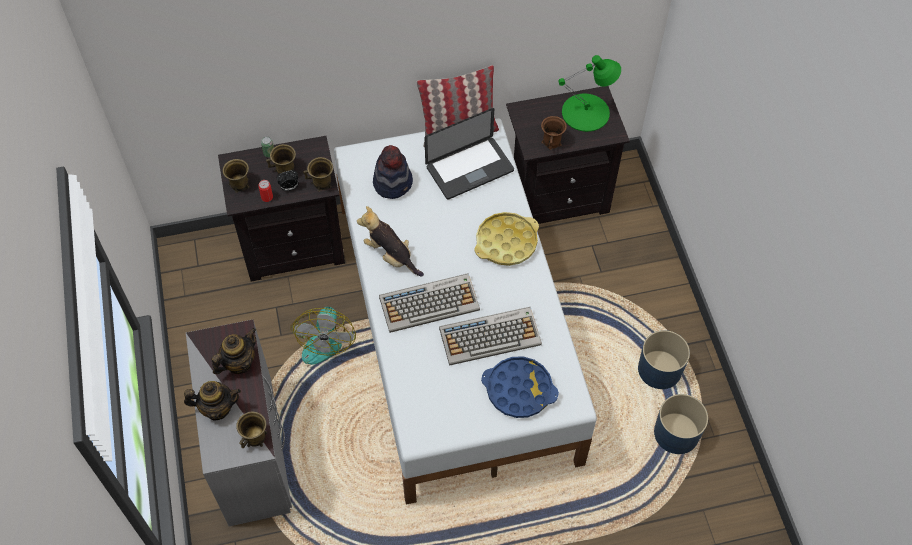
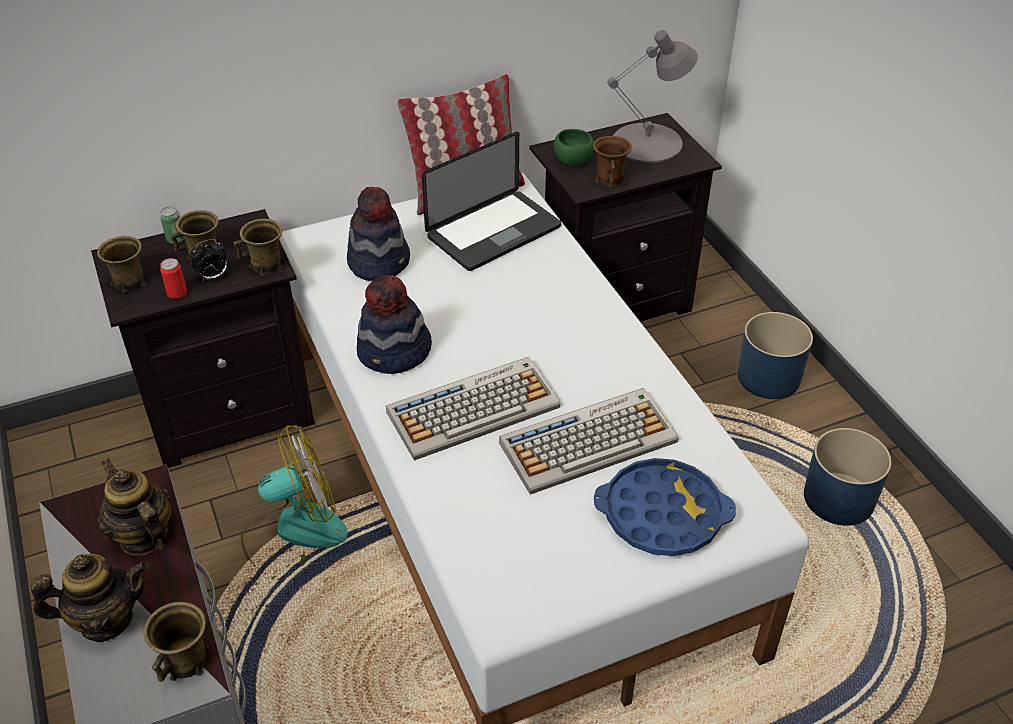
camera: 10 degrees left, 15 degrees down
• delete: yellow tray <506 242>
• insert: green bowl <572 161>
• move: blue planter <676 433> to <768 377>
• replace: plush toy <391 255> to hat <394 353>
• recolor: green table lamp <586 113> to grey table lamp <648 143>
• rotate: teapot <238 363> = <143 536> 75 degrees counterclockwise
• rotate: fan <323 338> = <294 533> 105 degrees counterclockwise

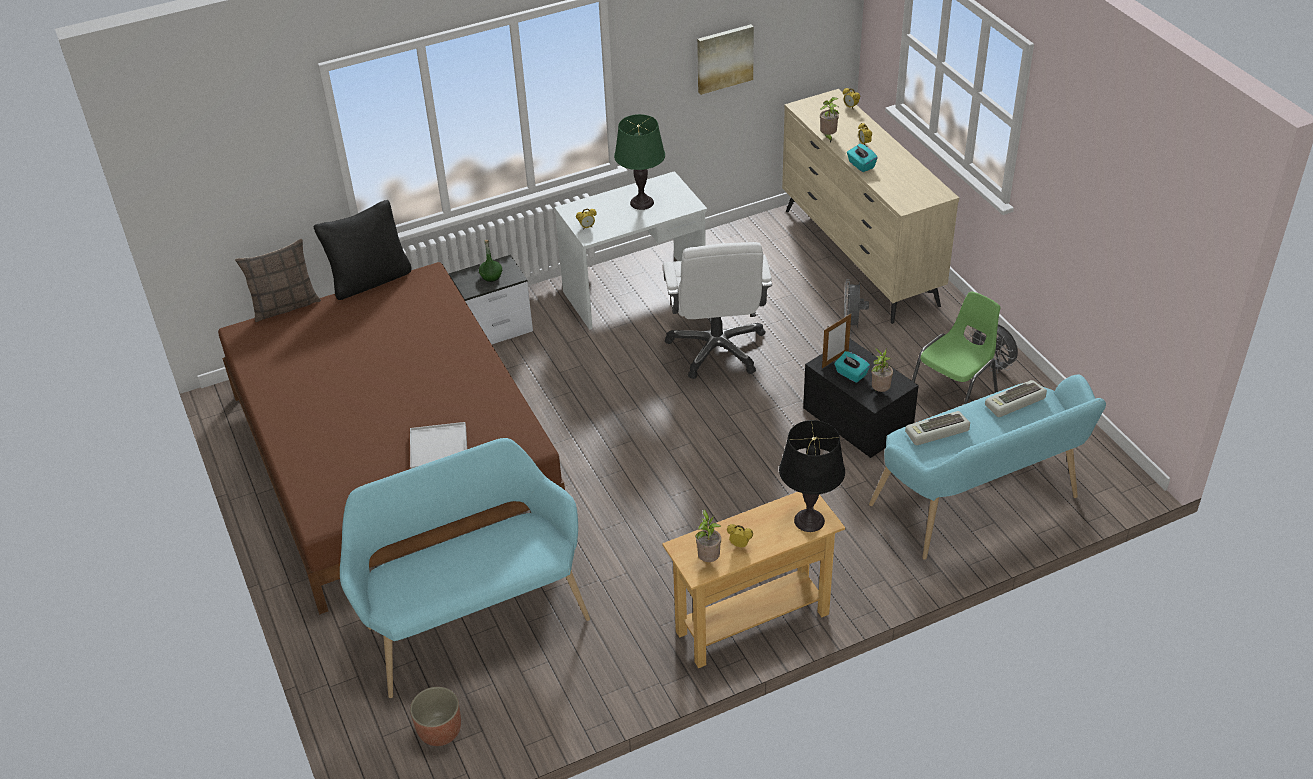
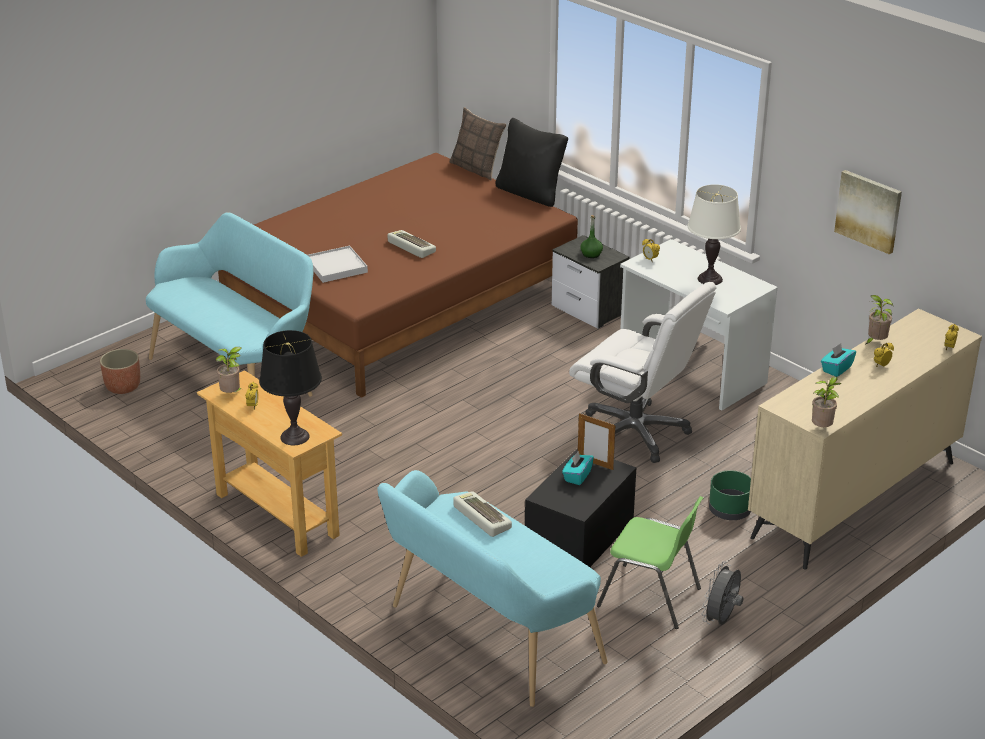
camera: 70 degrees right, 10 degrees down
• move: potted plant <879 390> to <822 428>
• move: keyboard <1015 403> to <410 247>
• replace: grey fan <852 325> to green planter <729 511>
• recolor: green table lamp <642 202> to white table lamp <710 279>
• rotate: white office chair <717 349> = <636 432> 120 degrees counterclockwise

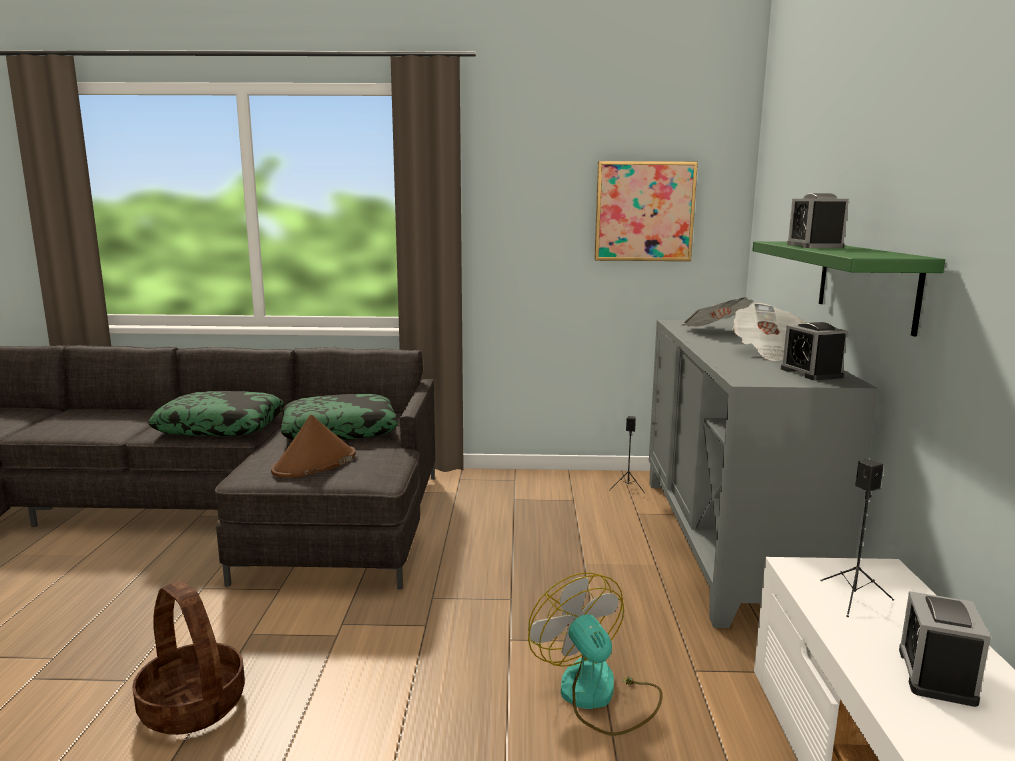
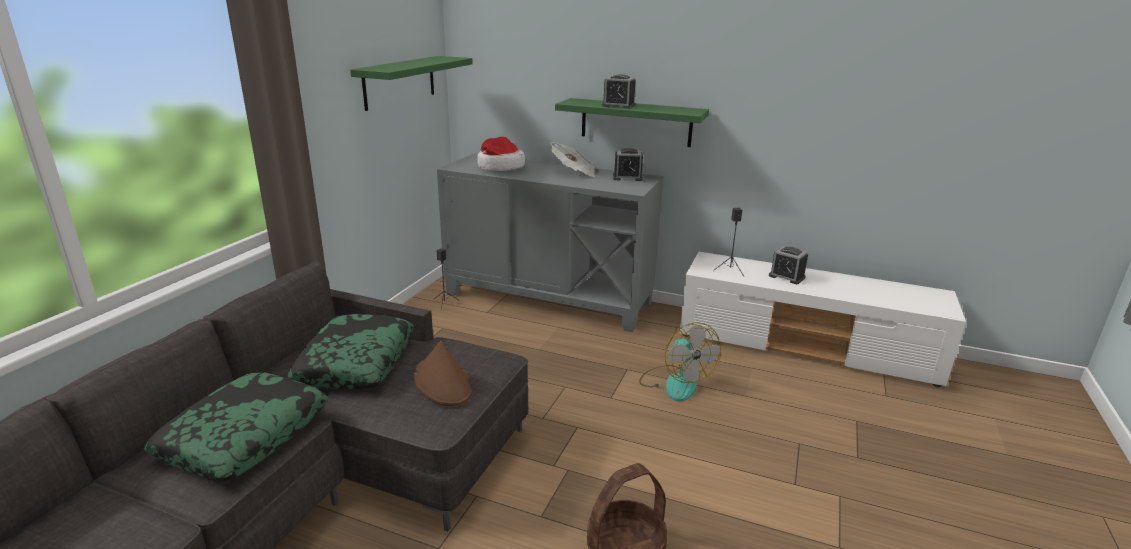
camera: 70 degrees left, 10 degrees up
• replace: picture <644 211> to green shelf <399 82>
• replace: newspaper <715 331> to hat <500 167>
• rotate: fan <598 695> = <675 382> 105 degrees counterclockwise

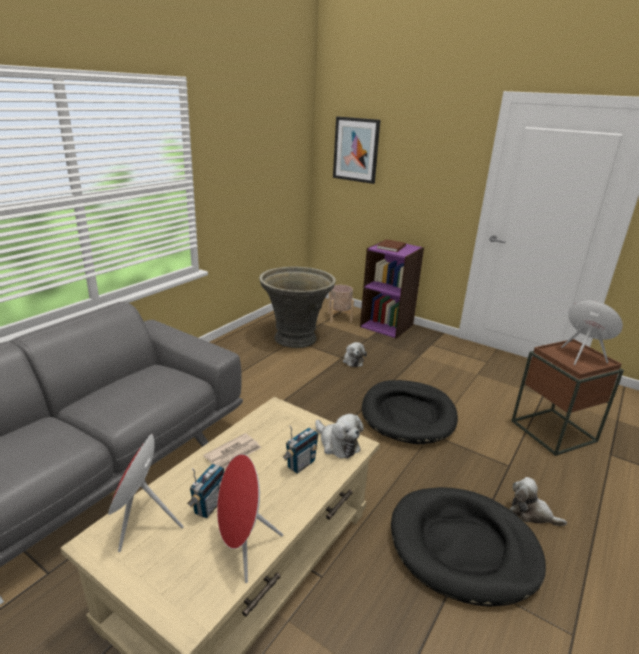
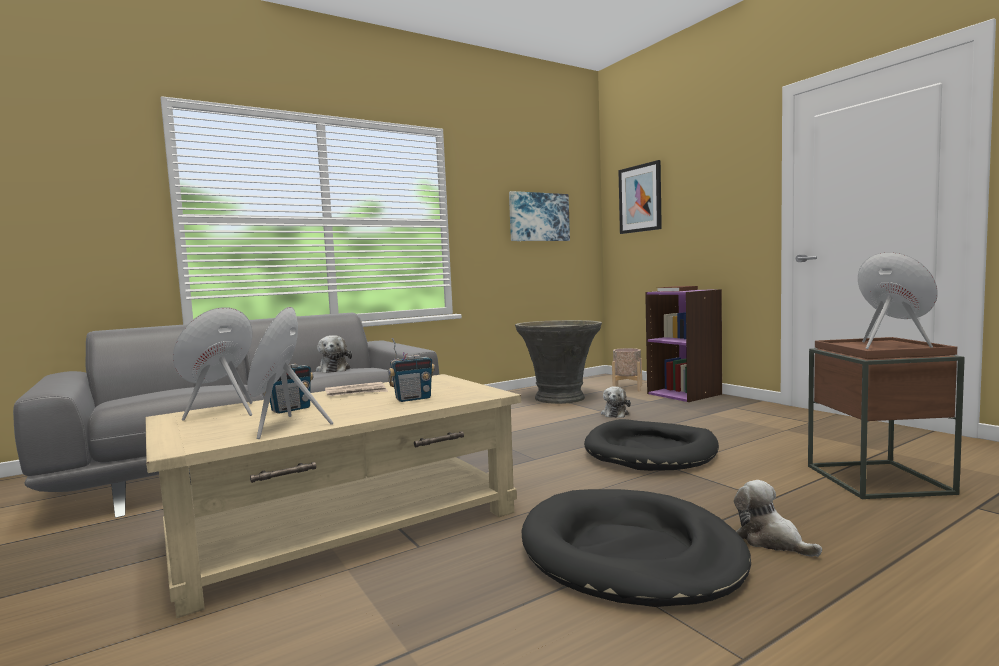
camera: 25 degrees right, 20 degrees down
• insert: picture <538 217>
• move: plush toy <337 444> to <333 370>

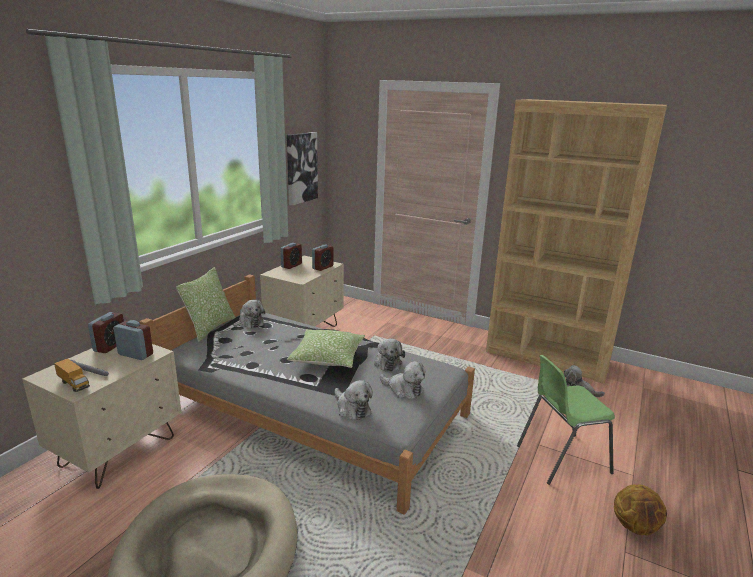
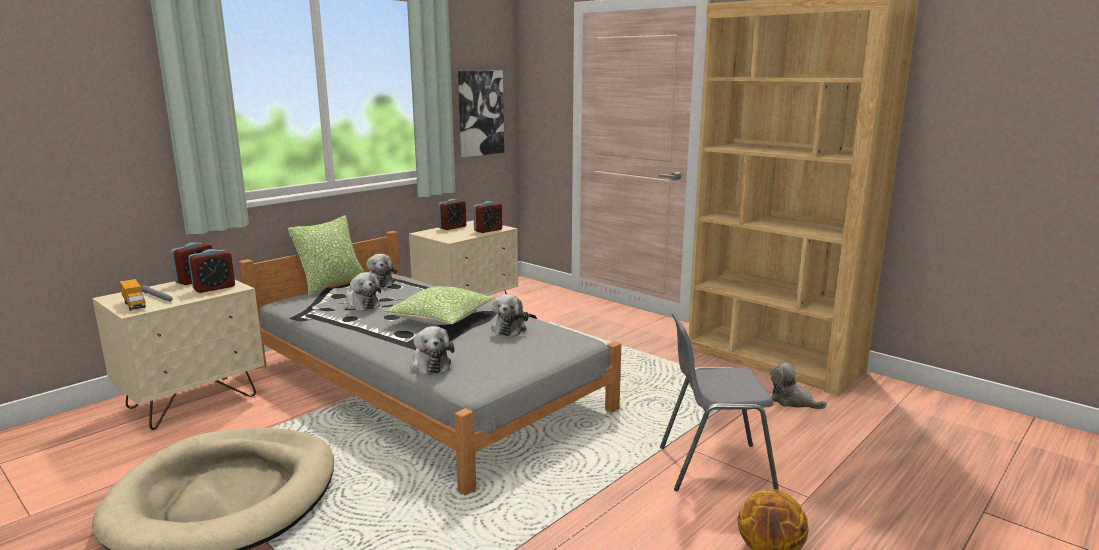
camera: 15 degrees right, 5 degrees down
• move: plush toy <403 389> to <361 304>
• recolor: green chair <561 458> to grey chair <714 467>
• rotate: alarm clock <135 354> = <214 288> 105 degrees clockwise

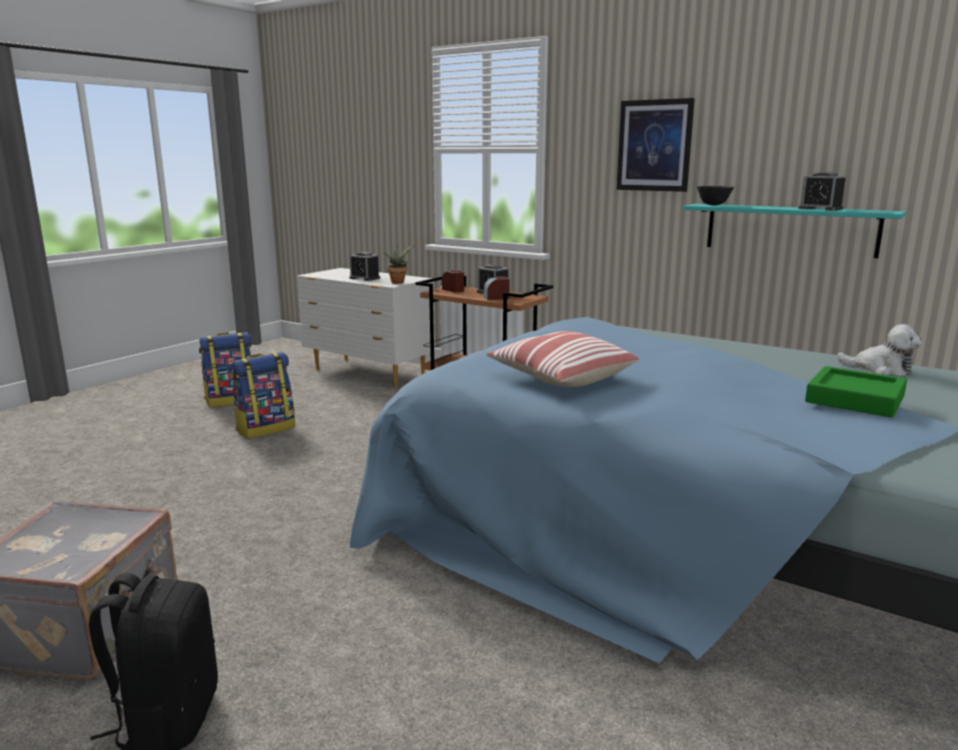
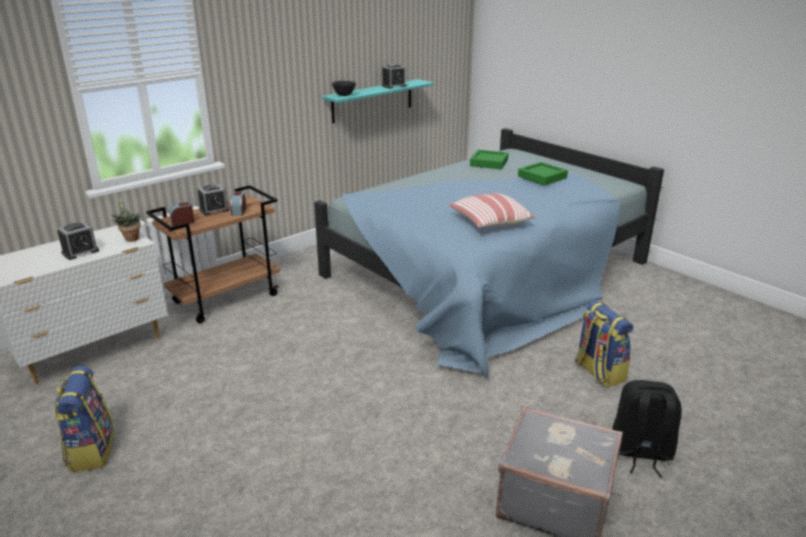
camera: 75 degrees left, 10 degrees up
• delete: picture <654 145>
• move: backpack <266 429> to <598 372>
• replace: plush toy <880 369> to green tray <489 163>

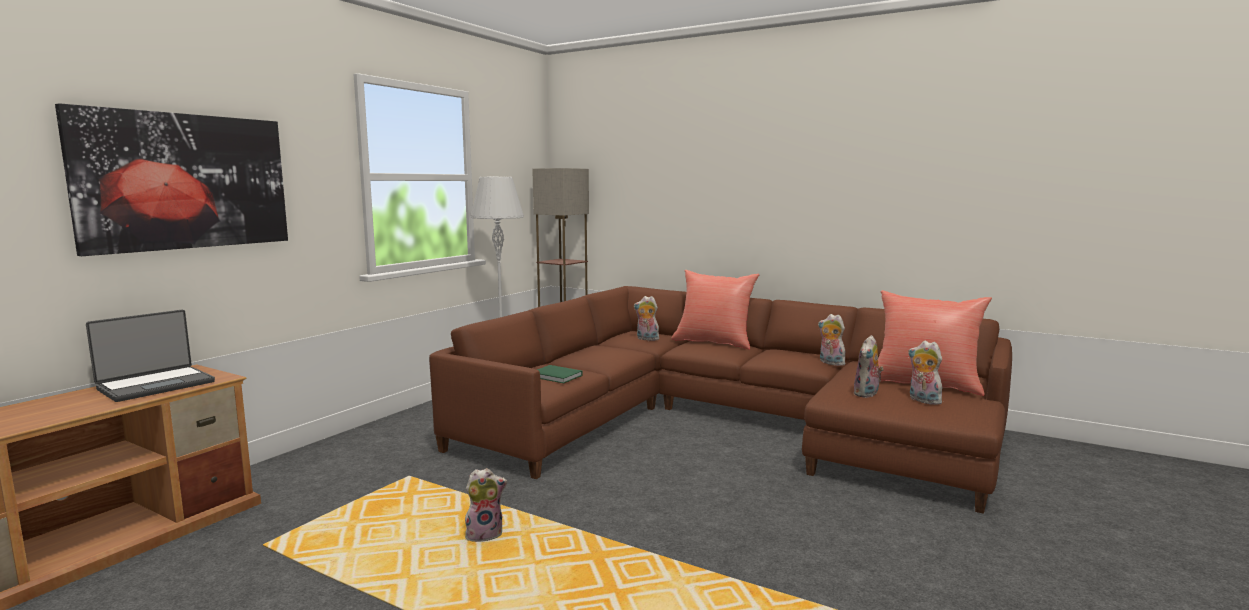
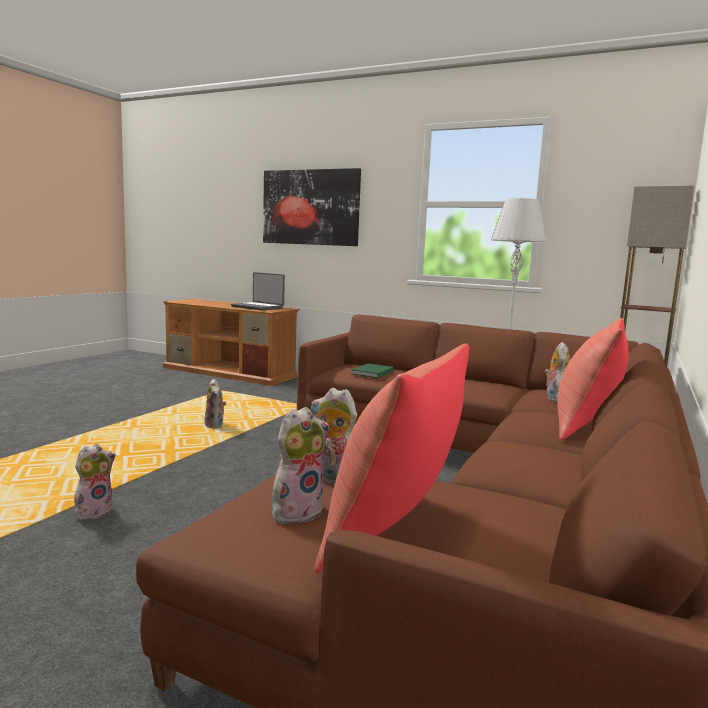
camera: 85 degrees right, 0 degrees up
• move: plush toy <830 363> to <94 511>

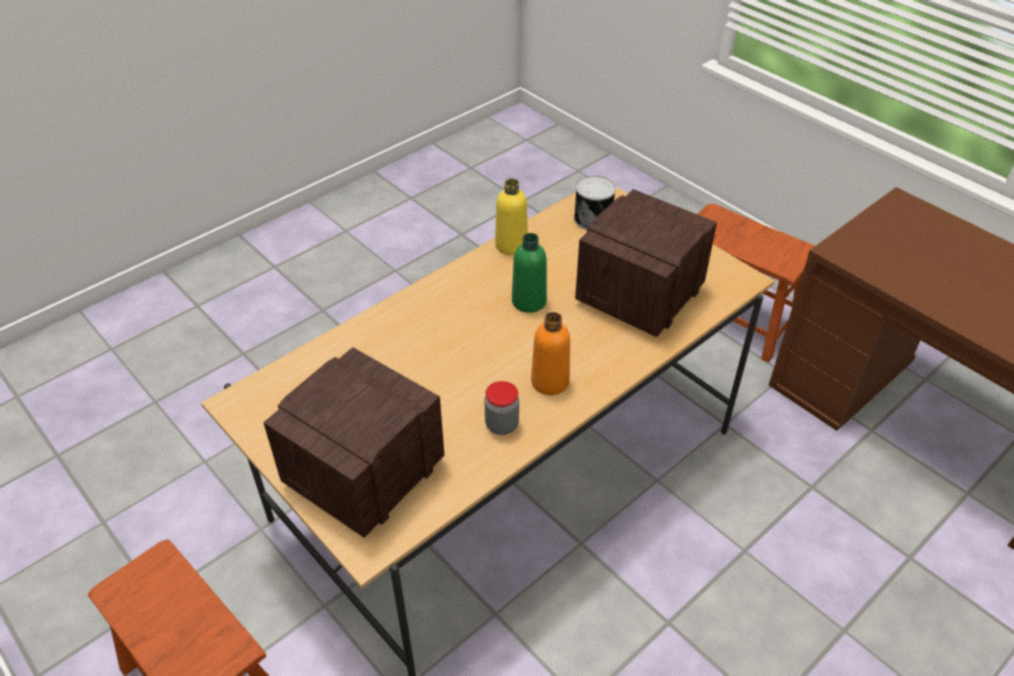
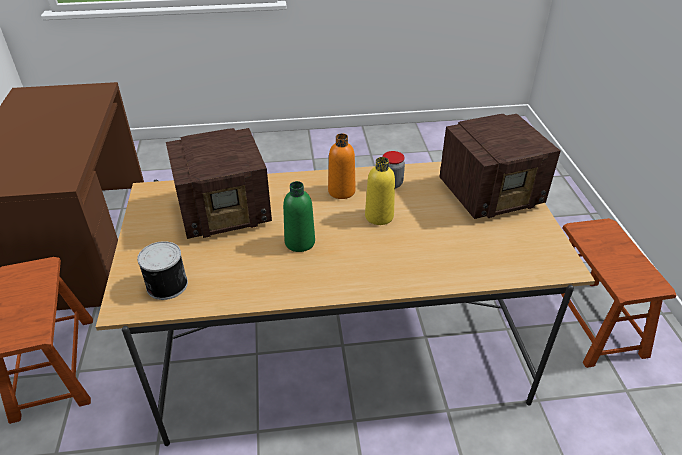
camera: 145 degrees left, 5 degrees down
• move: yellow bottle <511 245> to <379 216>

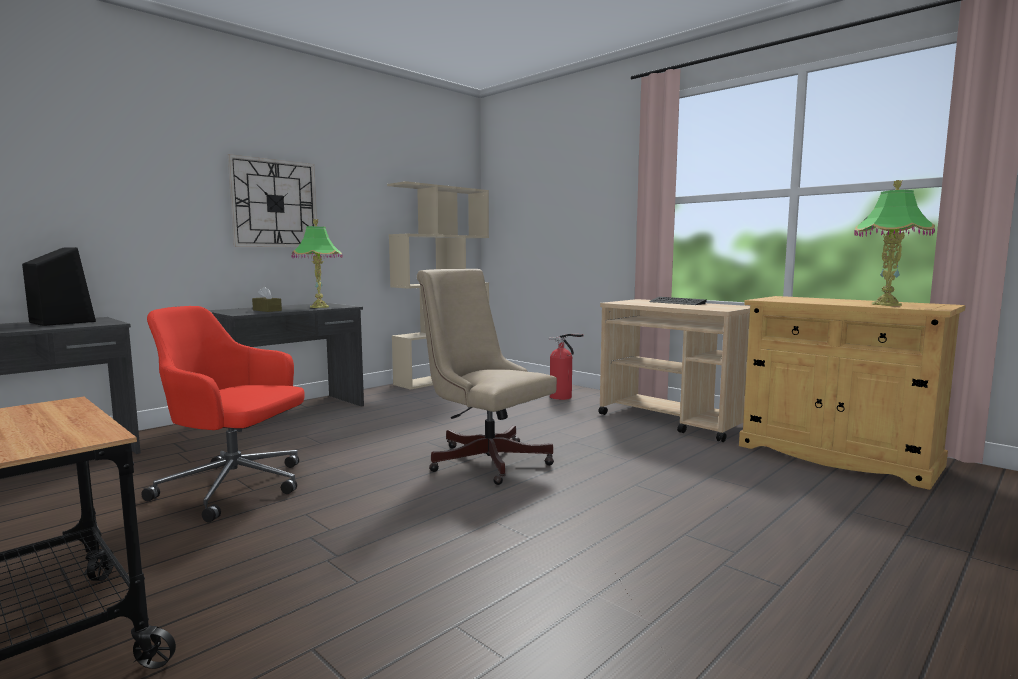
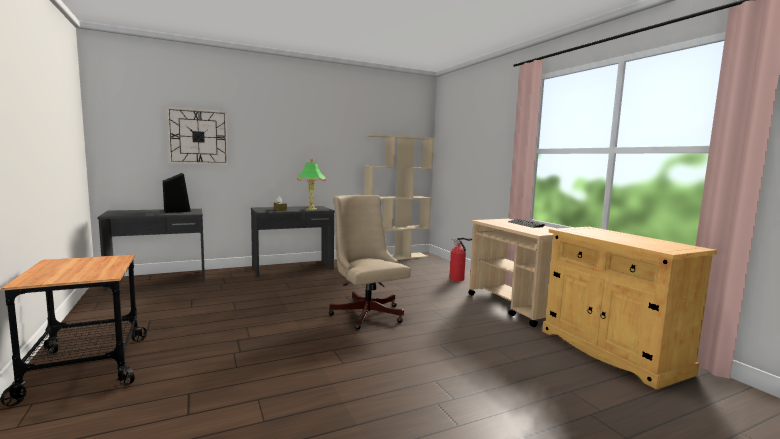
camera: 20 degrees right, 0 degrees up
• delete: red office chair <236 488>
• delete: table lamp <886 304>
• move: wall clock <274 203> to <198 136>

